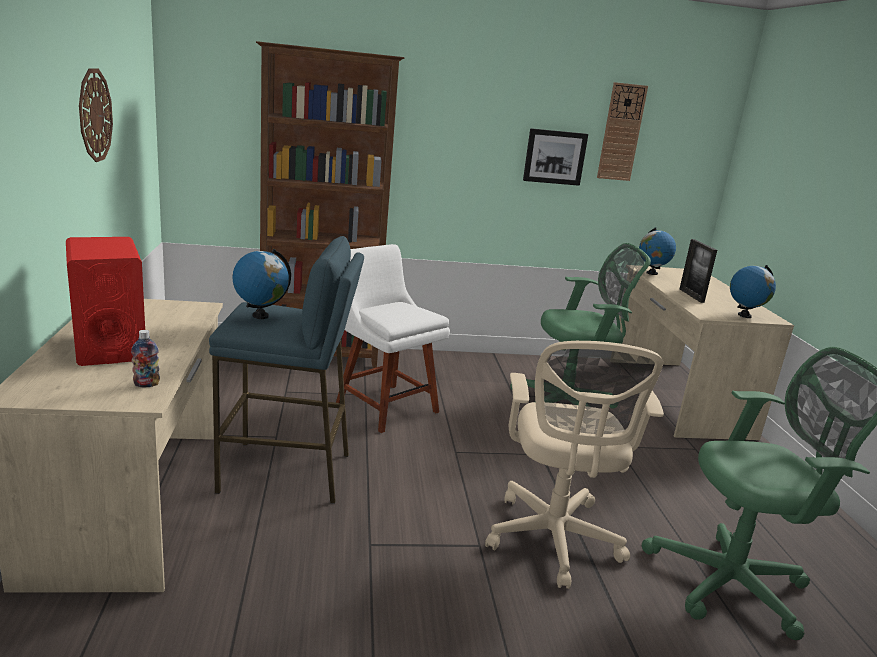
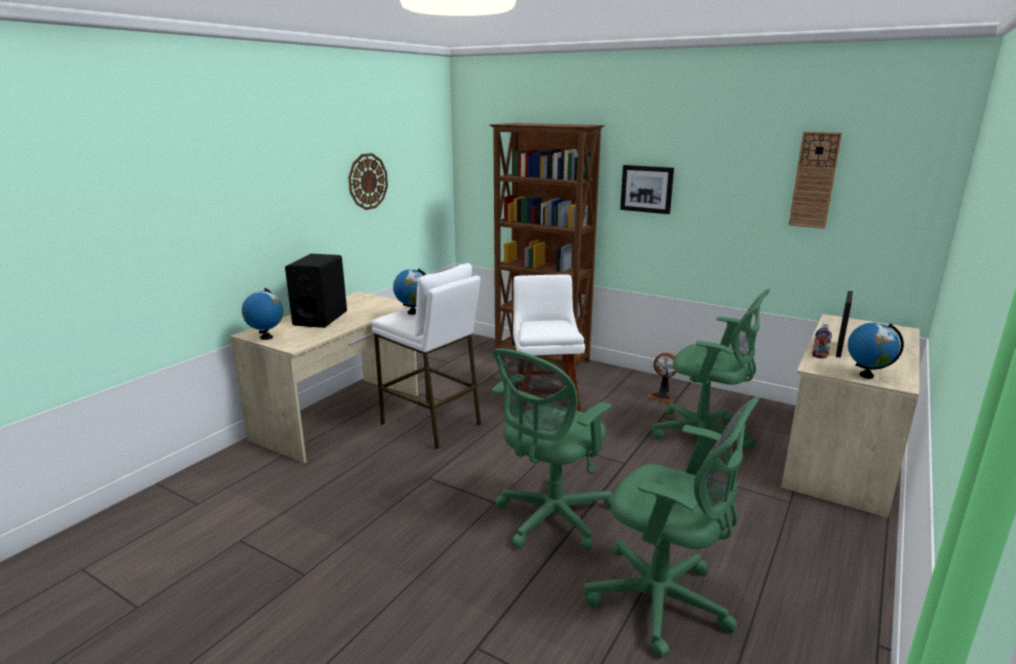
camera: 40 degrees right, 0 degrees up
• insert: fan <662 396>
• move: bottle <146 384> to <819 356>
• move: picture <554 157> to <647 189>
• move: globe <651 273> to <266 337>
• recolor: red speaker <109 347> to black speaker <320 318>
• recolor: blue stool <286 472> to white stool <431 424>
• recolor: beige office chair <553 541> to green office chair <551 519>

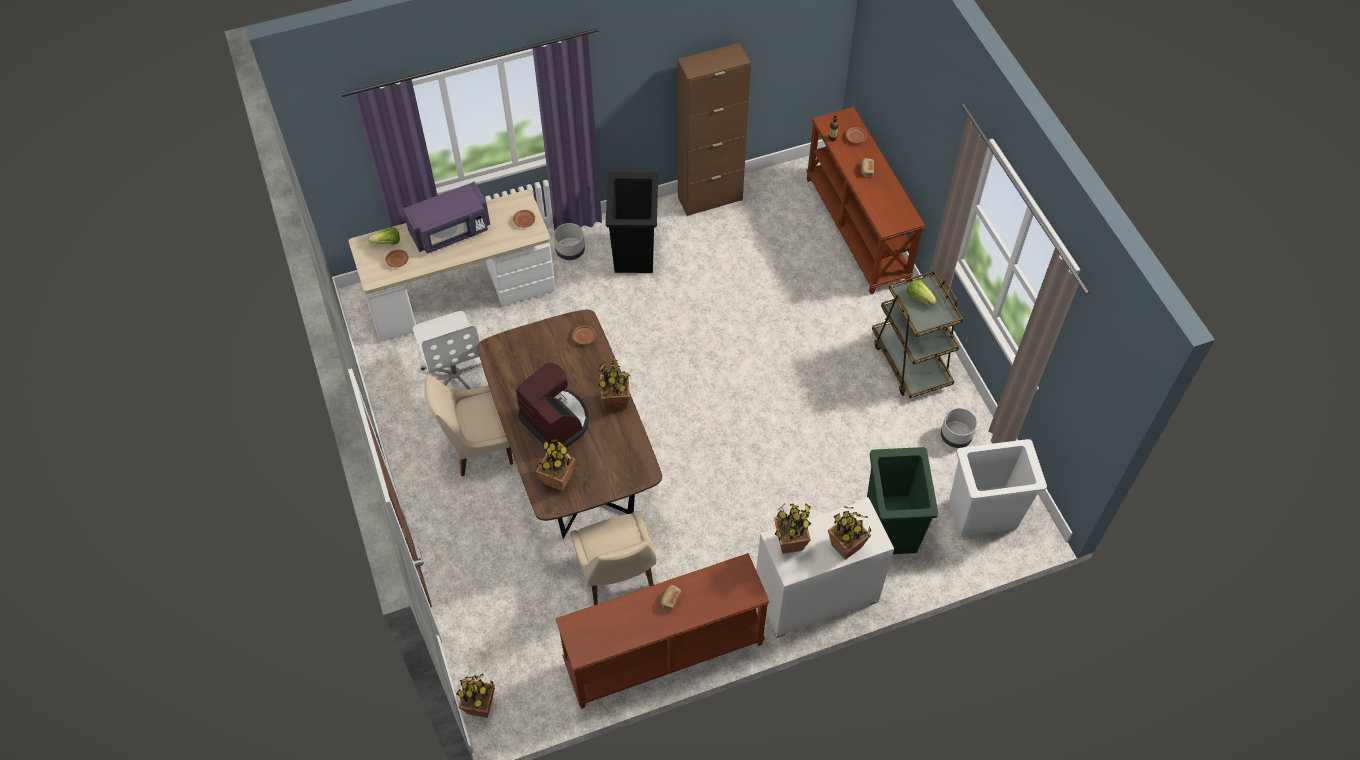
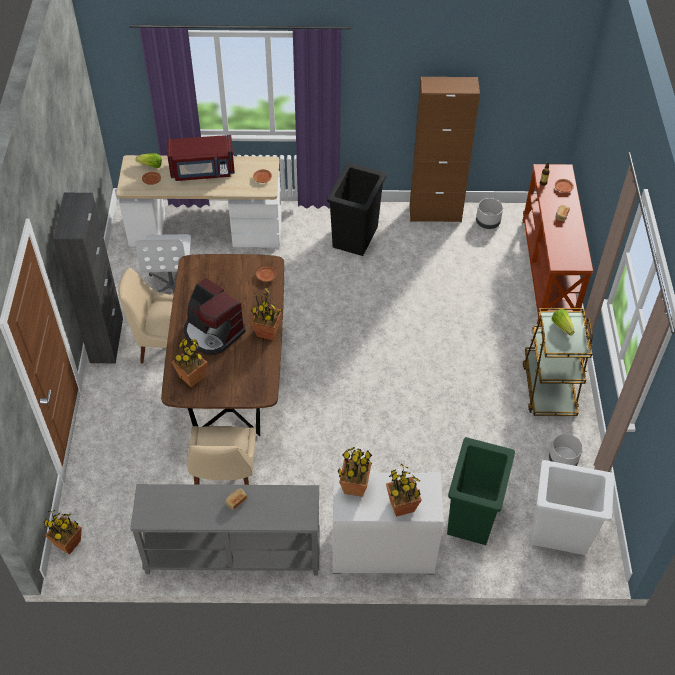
camera: 20 degrees right, 5 degrees down
• insert: black cabinet <106 340>
• move: grey planter <570 251> to <488 222>
• recolor: purple microwave <451 232> to red microwave <202 171>
• recolor: brown console table <664 654> to grey console table <232 554>
• rotate: coffee machine <556 421> = <213 332> 150 degrees clockwise

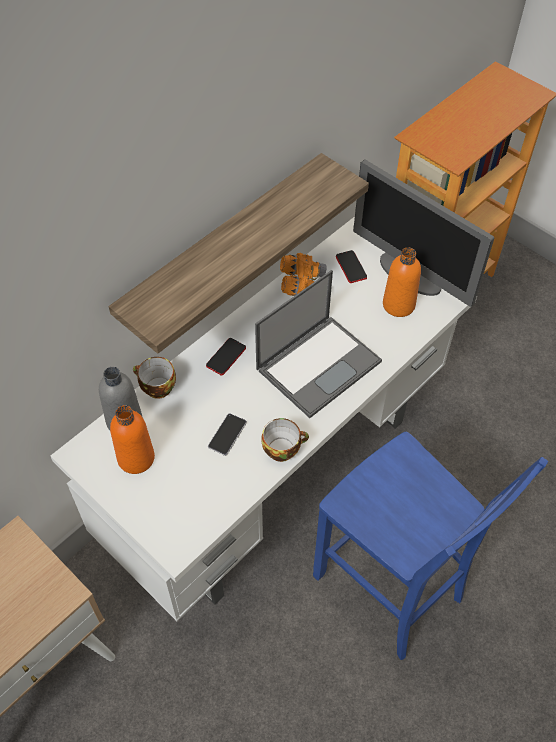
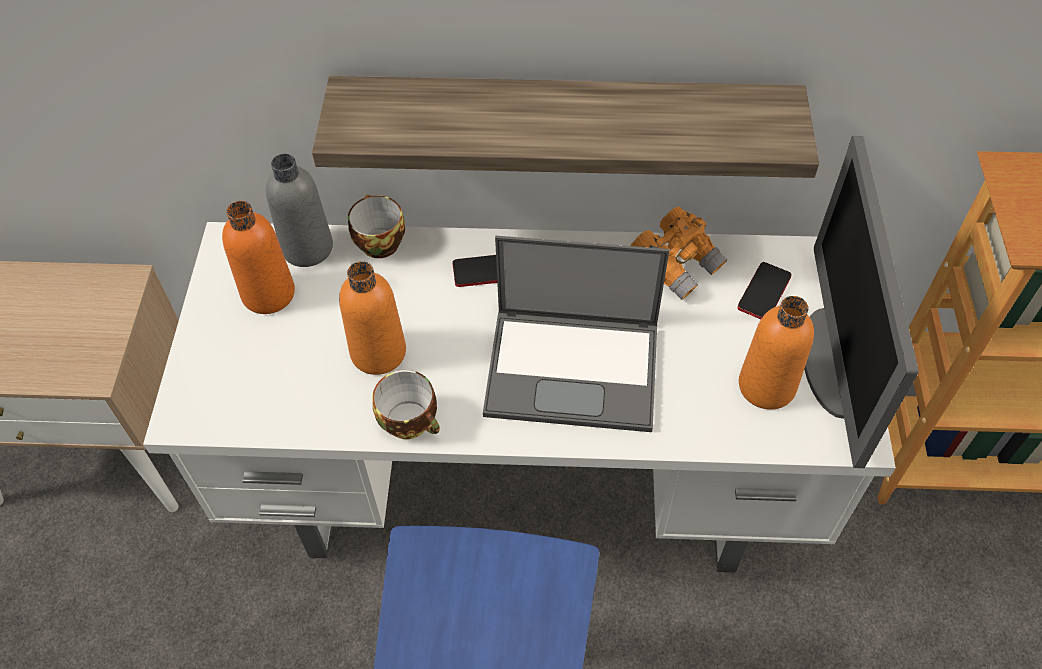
camera: 50 degrees right, 0 degrees up
• replace: phone <227 435> to orange bottle <378 352>

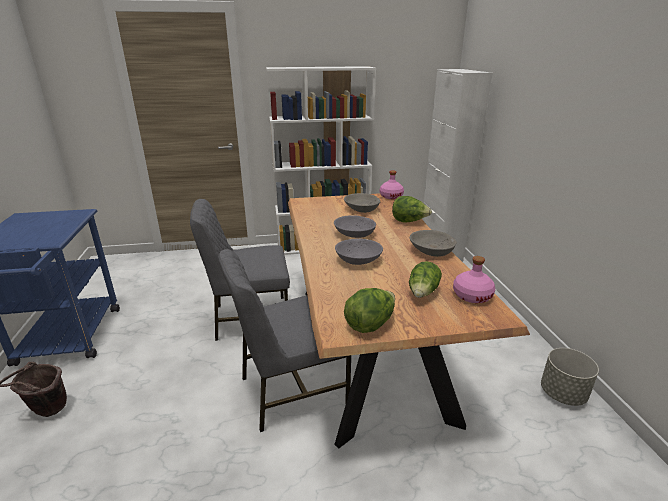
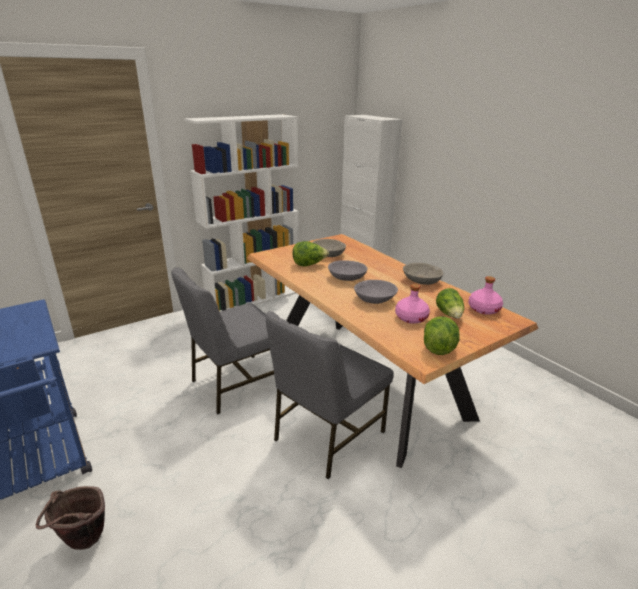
camera: 25 degrees left, 0 degrees up
• delete: grey planter <563 394>
• move: pink bottle <391 196> to <411 317>
• move: lettuce <409 221> to <309 265>

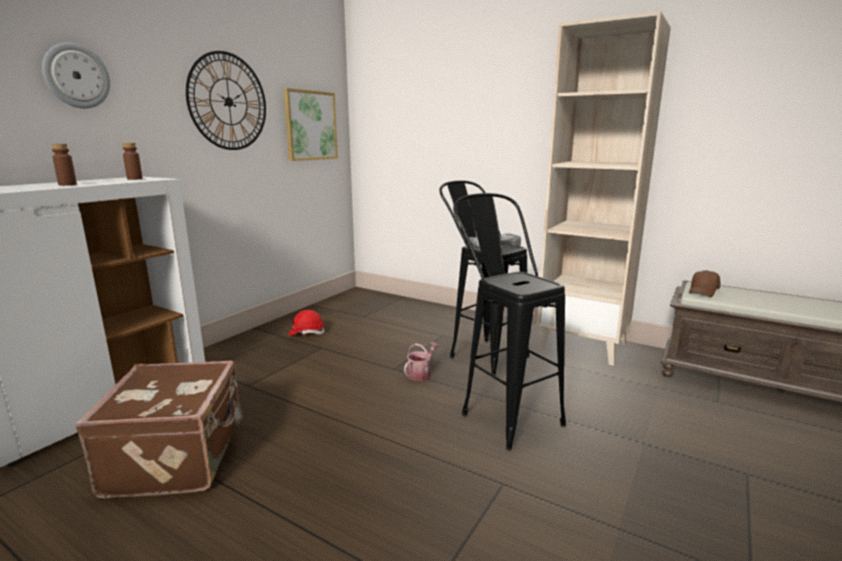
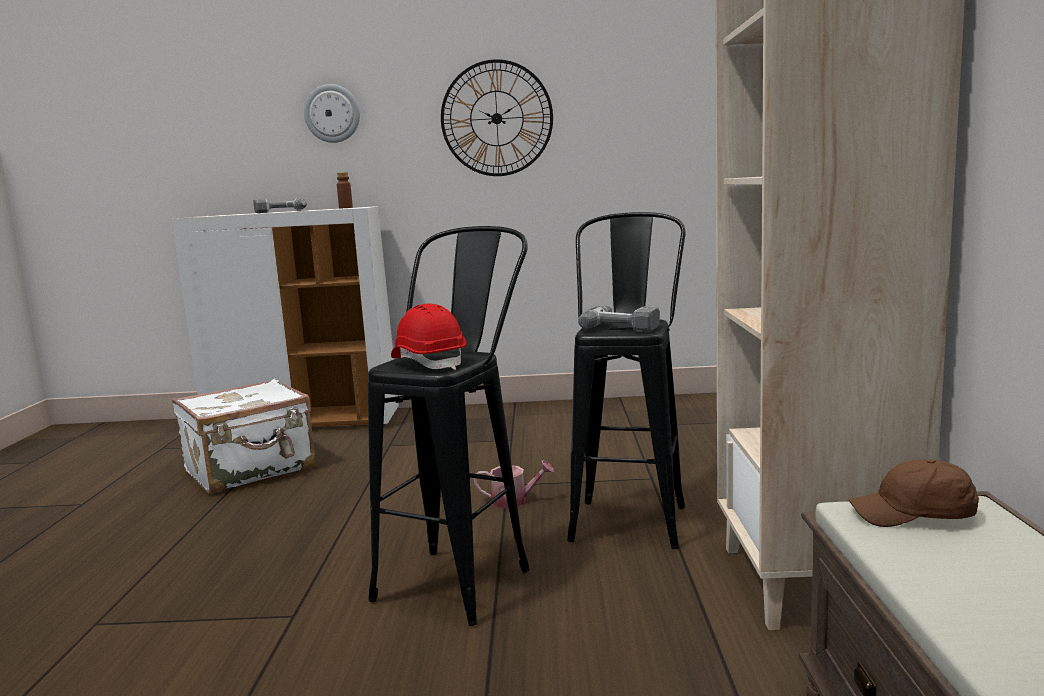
camera: 60 degrees right, 5 degrees down
• delete: picture <310 125>
• move: red hard hat <306 333> to <429 363>
• replace: brown bottle <67 184> to power drill <282 211>
• recolor: brown suitcase <179 457> to white suitcase <251 470>

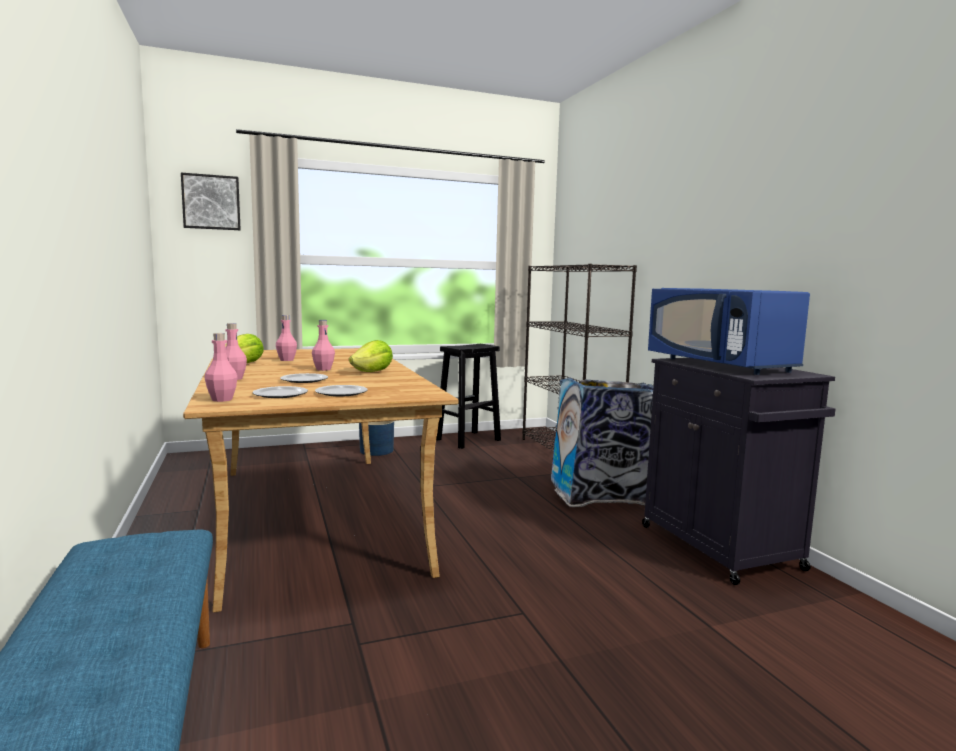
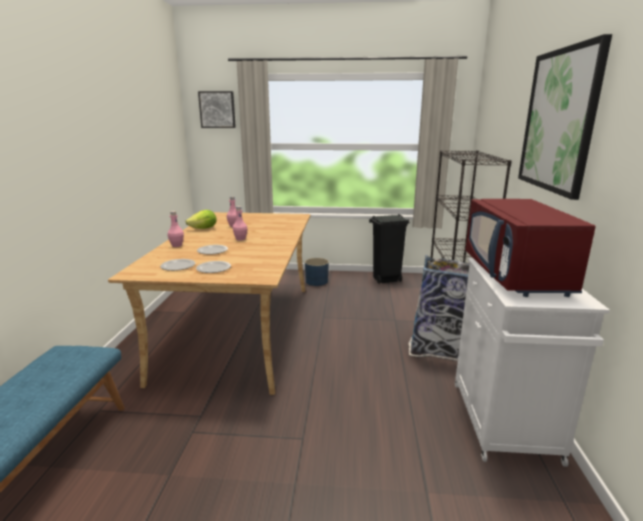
camera: 25 degrees right, 10 degrees up
• delete: pink bottle <222 399>
• delete: lettuce <373 372>
• insert: picture <559 120>
• replace: black stool <467 440> to black trash can <386 280>
• recolor: black cabinet <721 548> to white cabinet <504 423>
• recolor: blue microwave <720 365> to red microwave <516 275>

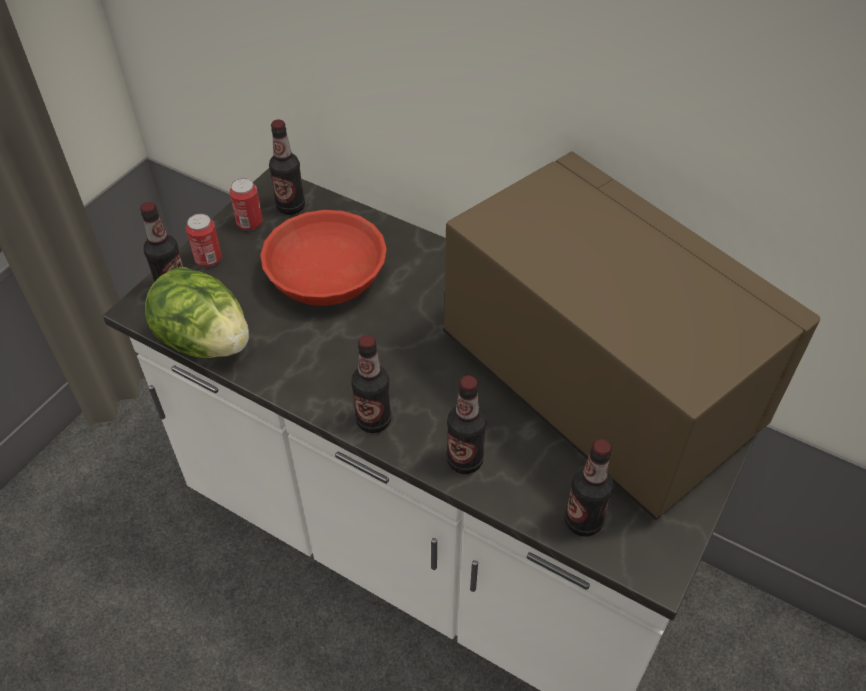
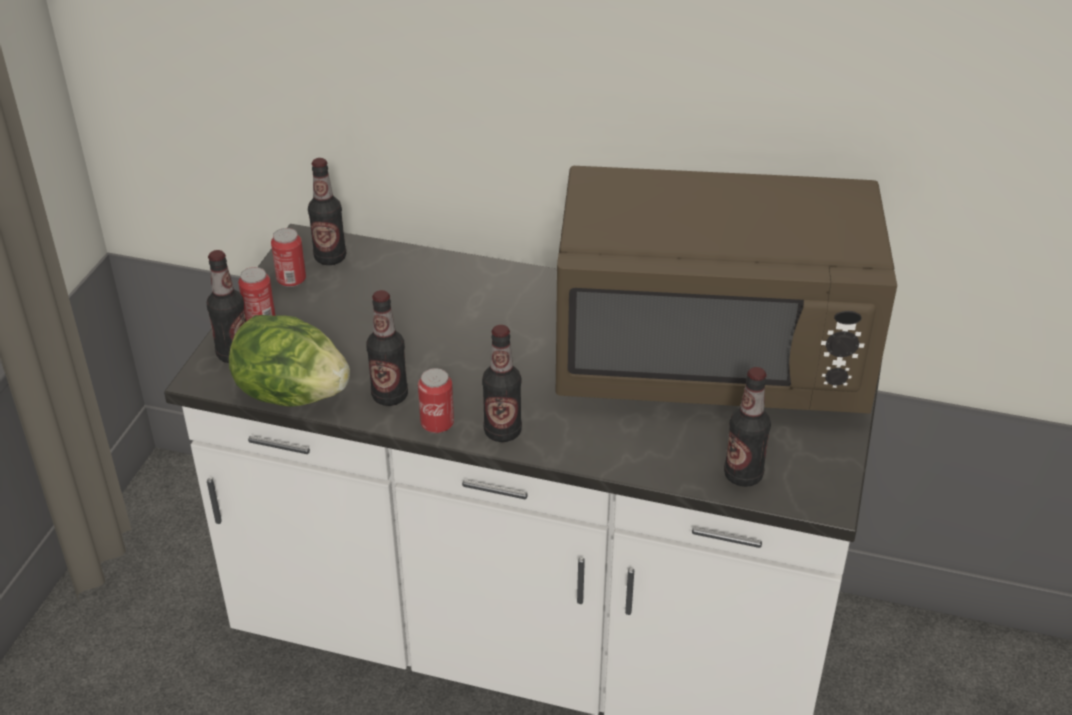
camera: 15 degrees left, 10 degrees down
• delete: red bowl <326 276>
• insert: can <437 424>
• move: bottle <464 460> to <390 396>
• rotate: brown microwave <595 384> = <711 362> 150 degrees clockwise

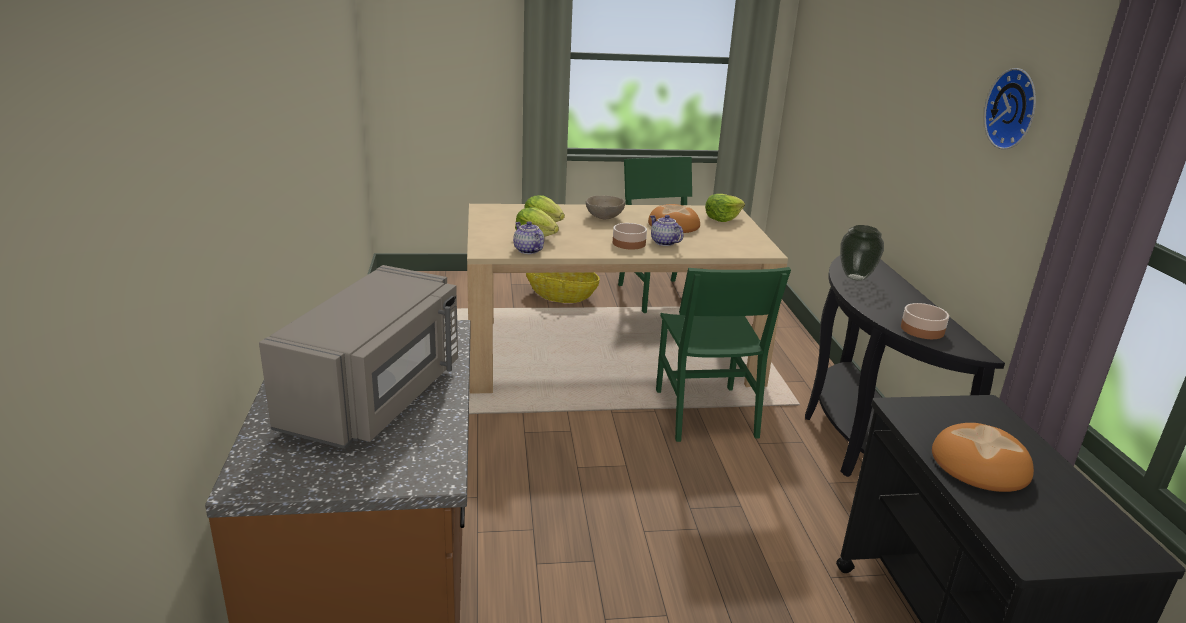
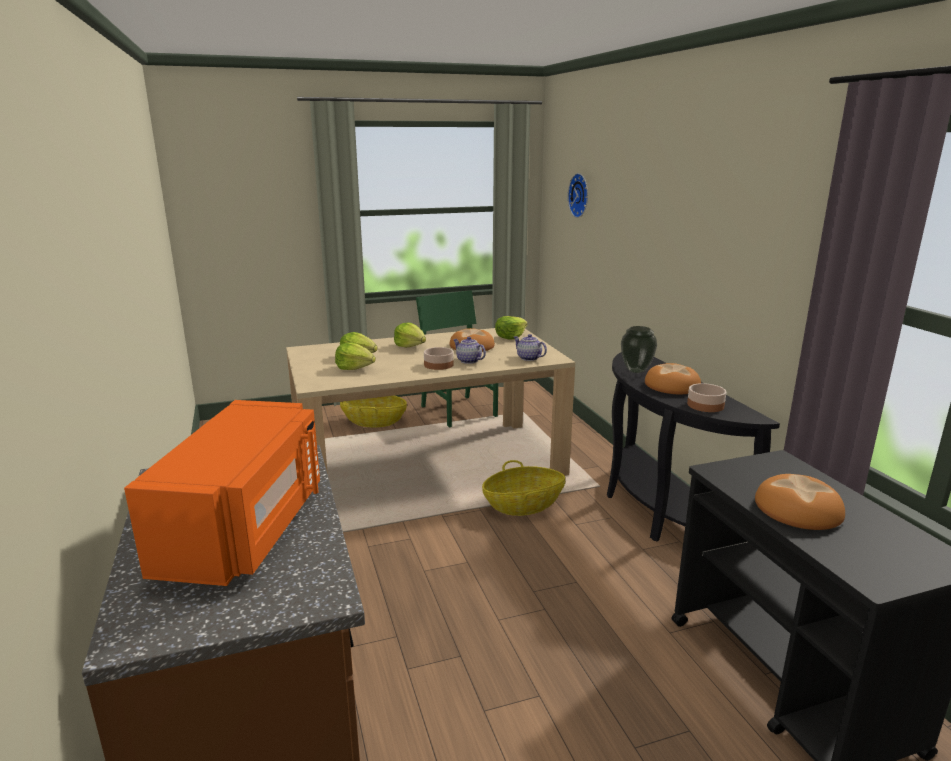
camera: 10 degrees left, 5 degrees down
• insert: bread <672 385>
• move: teapot <527 250> to <528 358>
• move: wall clock <1015 109> to <580 195>
• replace: beige bowl <604 217> to lettuce <410 346>
• replace: green chair <704 413> to basket <523 505>
• recolor: grey microwave <377 396> to orange microwave <246 528>

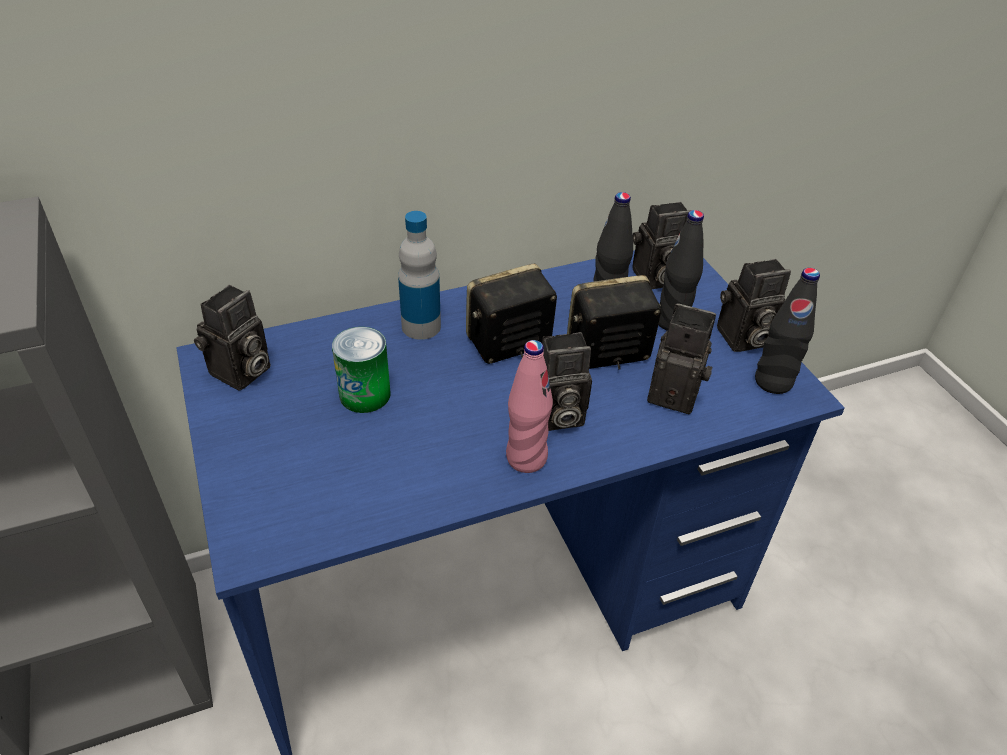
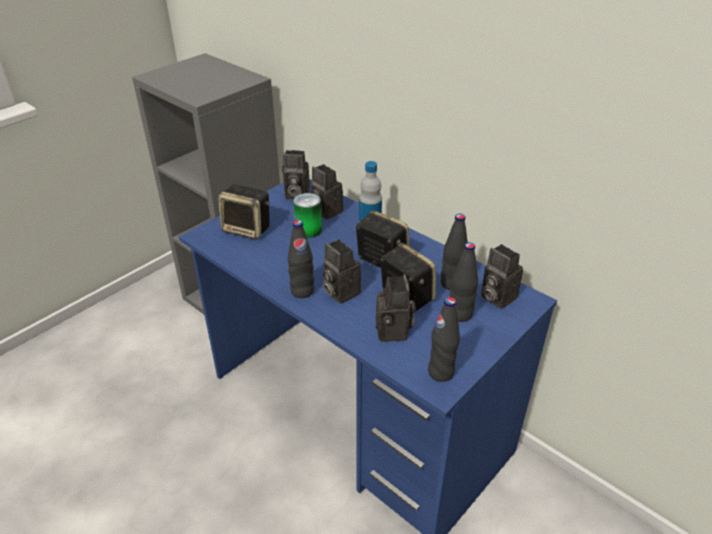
camera: 65 degrees right, 5 degrees down
• insert: speaker <248 229>
• move: photo camera <742 339> to <325 211>
• recolor: pink bottle <526 458> to black bottle <302 291>

